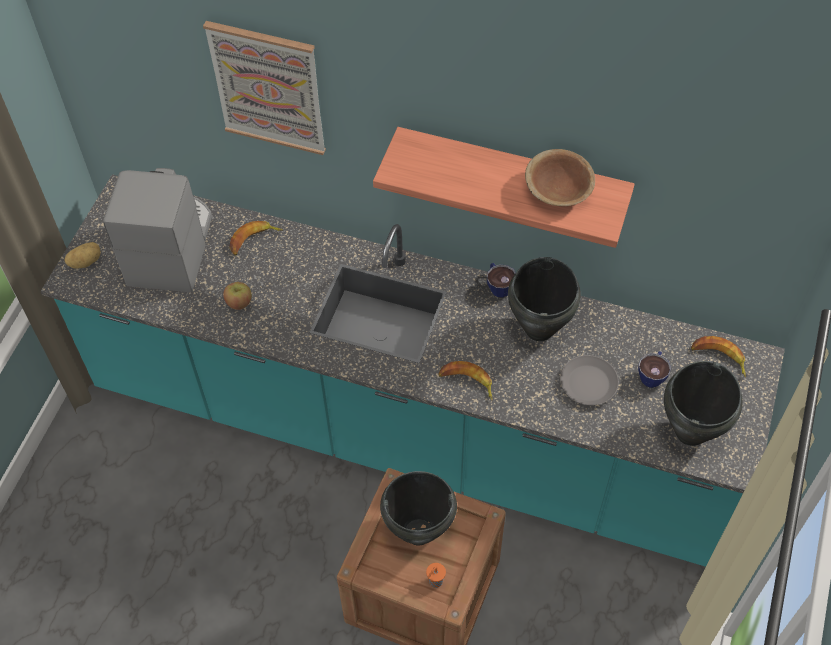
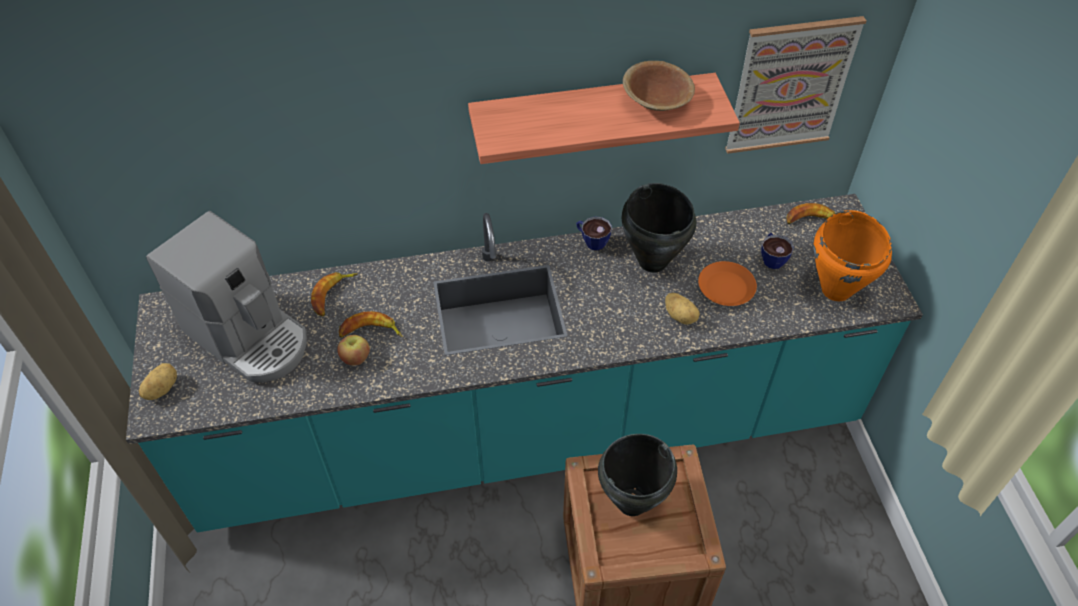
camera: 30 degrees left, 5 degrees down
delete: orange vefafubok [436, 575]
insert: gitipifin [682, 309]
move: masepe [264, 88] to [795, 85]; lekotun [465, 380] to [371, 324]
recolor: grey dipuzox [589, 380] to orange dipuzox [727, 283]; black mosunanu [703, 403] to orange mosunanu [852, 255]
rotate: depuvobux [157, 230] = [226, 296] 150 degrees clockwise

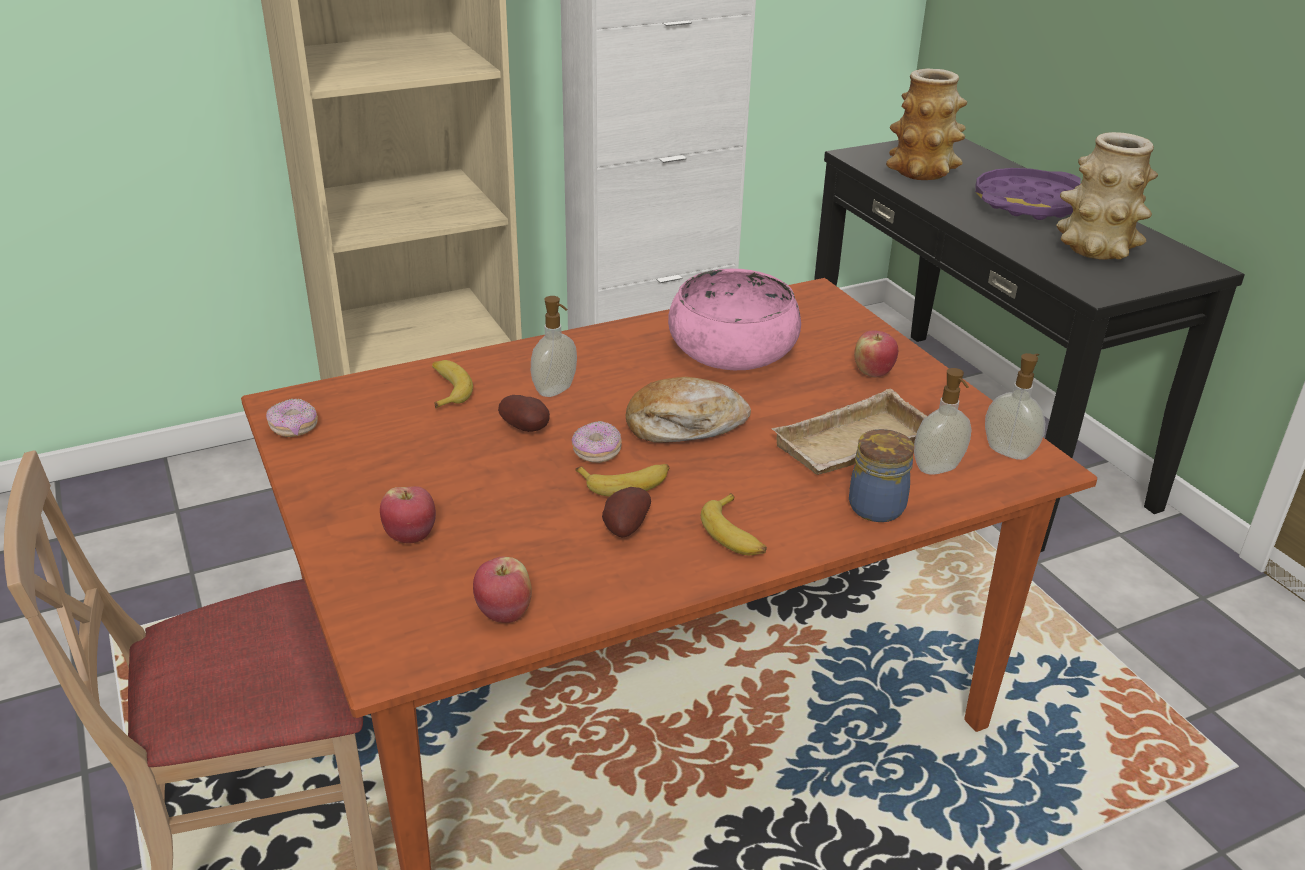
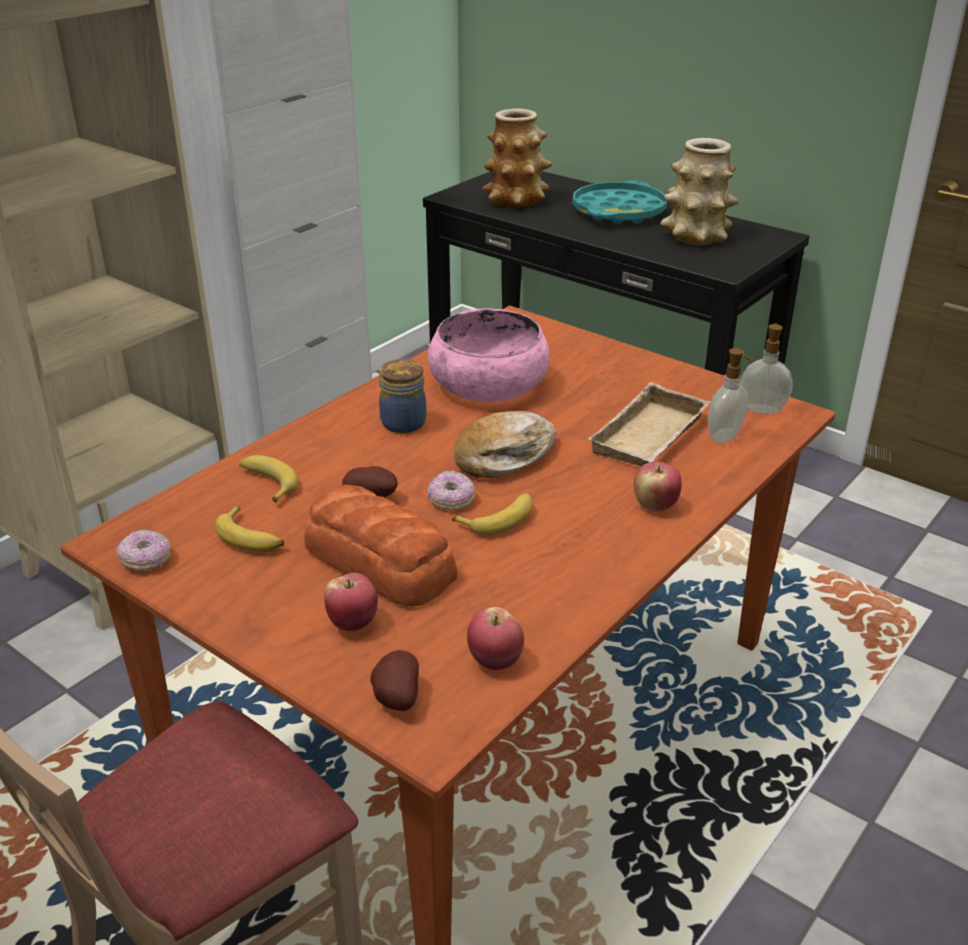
camera: 25 degrees left, 0 degrees up
delete: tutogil [554, 346]
insert: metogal [381, 545]
move: gitipifin [626, 512] to [394, 680]; lekotun [734, 524] to [249, 528]; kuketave [881, 475] to [402, 396]; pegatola [876, 353] to [657, 487]
recolor: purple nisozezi [1028, 194] to turquoise nisozezi [620, 202]

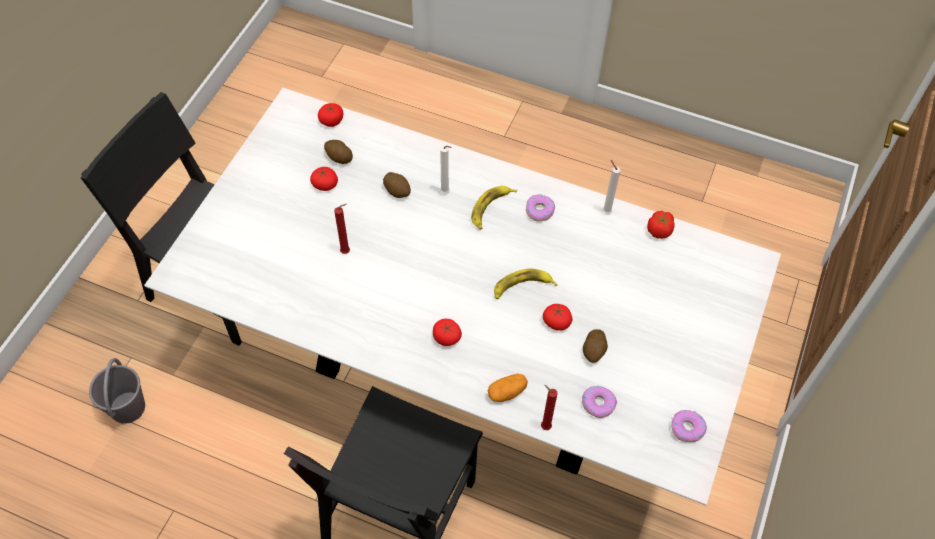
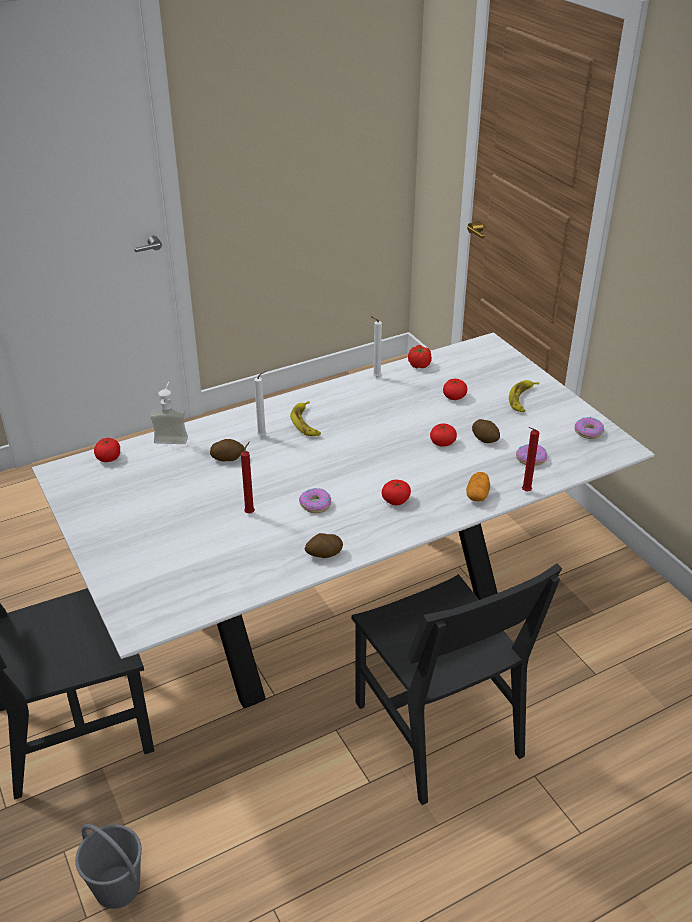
camera: 50 degrees left, 20 degrees down
insert: tutogil [169, 413]
move: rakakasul [324, 179] to [455, 389]; gitipifin [338, 152] to [323, 545]; lekotun [526, 284] to [524, 396]; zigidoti [540, 208] to [315, 500]

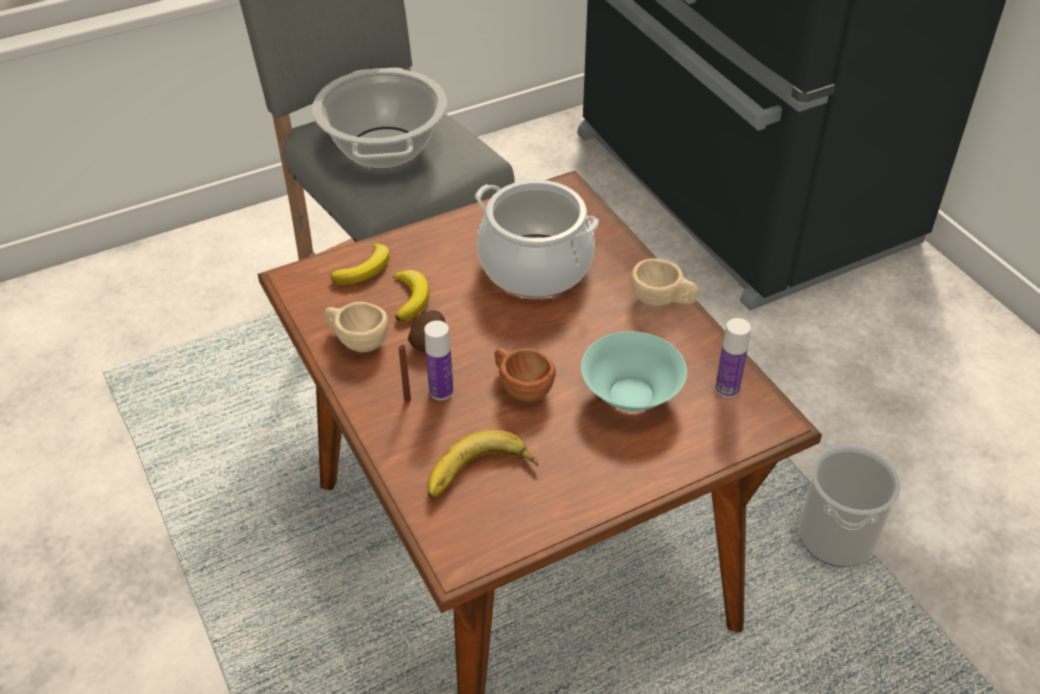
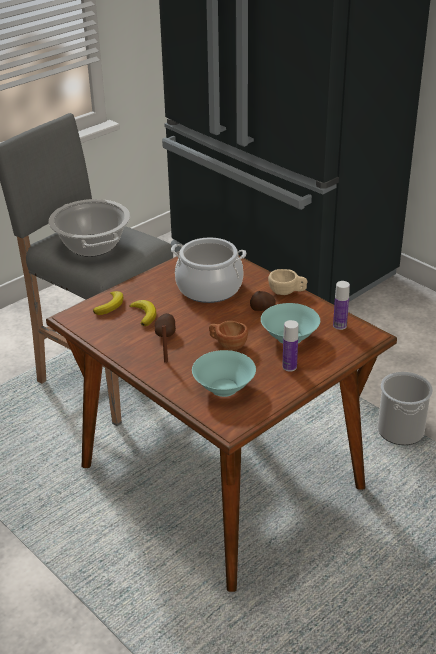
camera: 15 degrees left, 10 degrees down
delete: beige vefafubok [356, 327]
insert: gitipifin [263, 301]
move: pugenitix [438, 360] to [290, 346]
replace: lekotun [482, 464] to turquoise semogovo [224, 373]

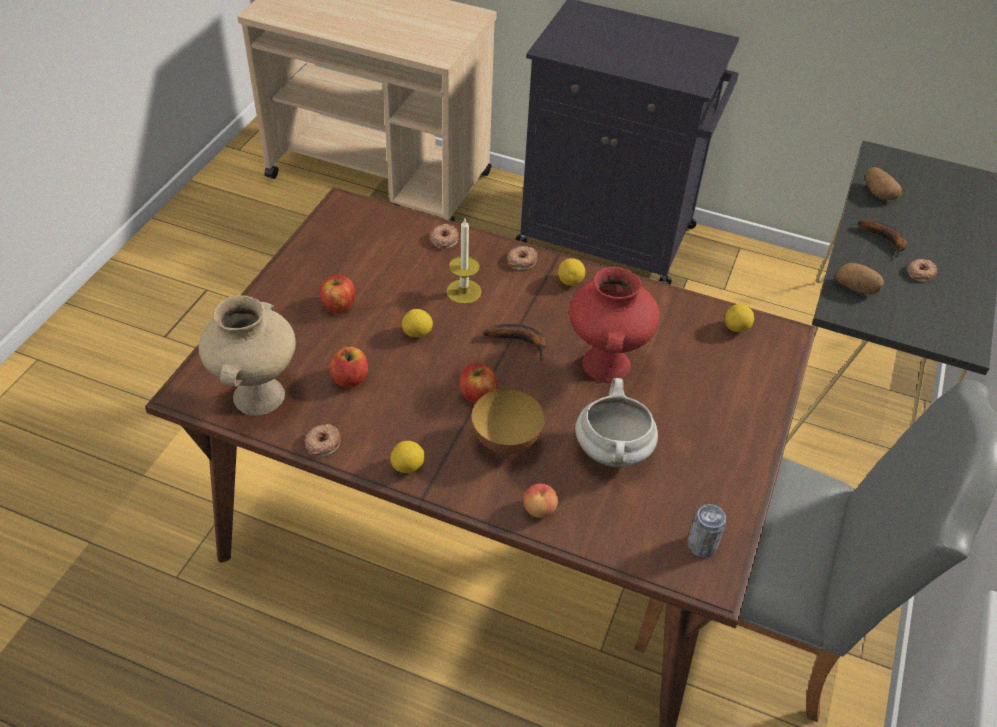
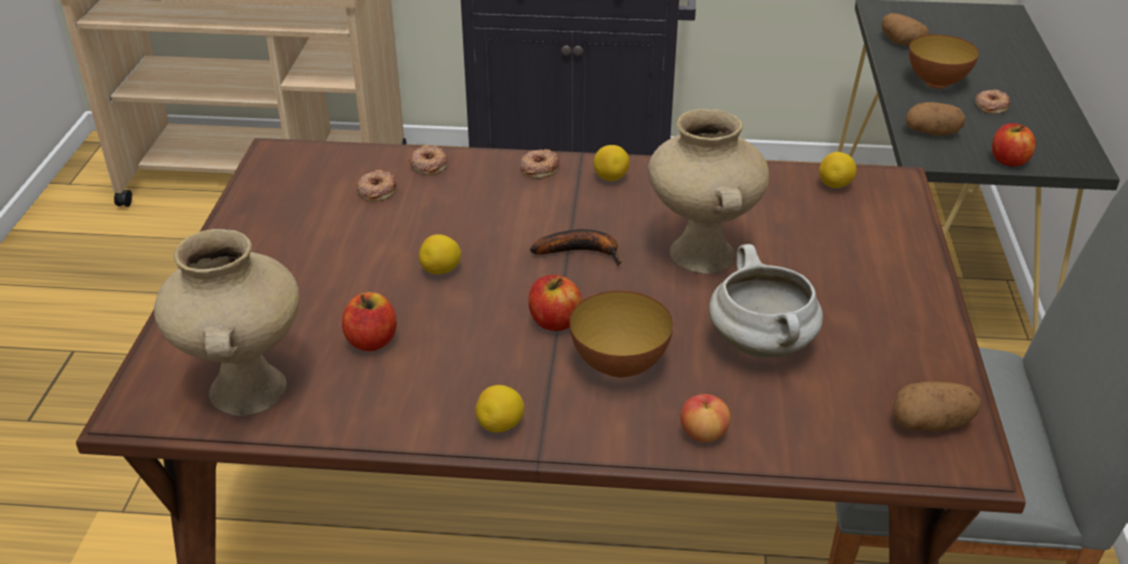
camera: 15 degrees left, 10 degrees down
delete: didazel [464, 261]
move: zigidoti [323, 440] to [376, 186]; pegatola [337, 294] to [1014, 145]
replace: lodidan [706, 531] to gitipifin [936, 407]; lekotun [882, 238] to semogovo [944, 61]
recolor: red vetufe [614, 325] to beige vetufe [708, 191]

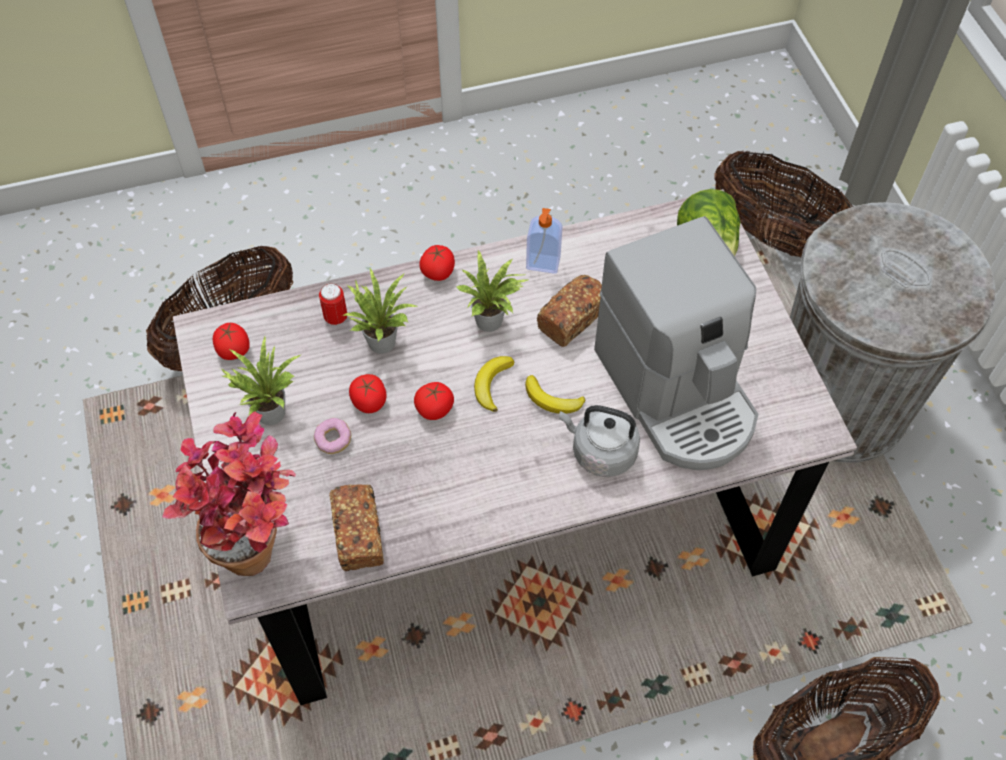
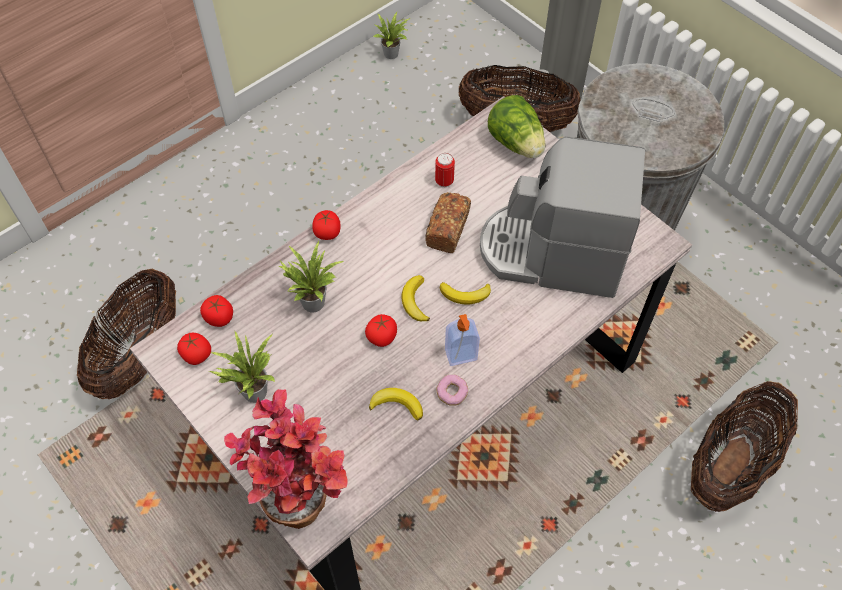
camera: 25 degrees left, 0 degrees up
delete: metogal [356, 527]; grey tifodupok [599, 441]
insert: lekotun [396, 404]
move: zigidoti [332, 436] to [452, 390]; lodidan [333, 304] to [445, 170]; rakakasul [367, 393] to [216, 311]; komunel [492, 290] to [391, 35]; tutogil [544, 241] to [462, 340]
rotate: depuvobux [676, 343] = [562, 217] 150 degrees clockwise

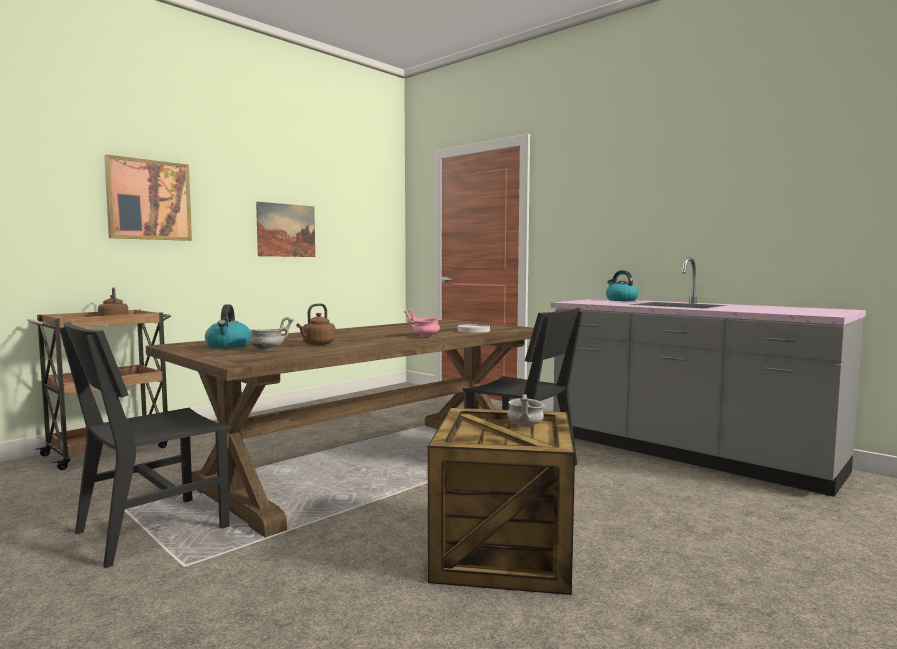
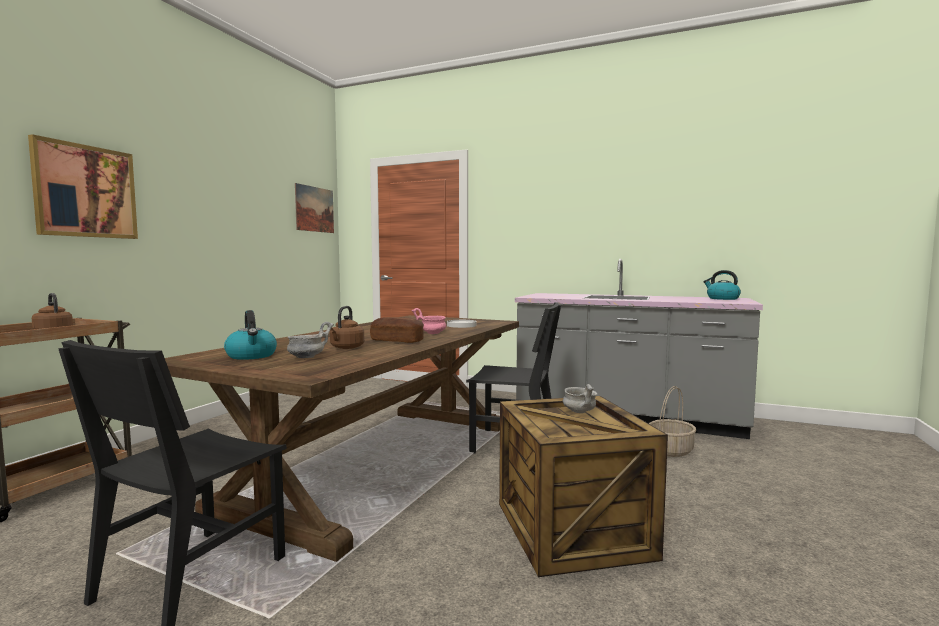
camera: 20 degrees left, 0 degrees up
insert: metogal [397, 330]; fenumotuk [672, 421]
move: masepe [285, 229] to [314, 208]; tifodupok [622, 285] to [722, 285]

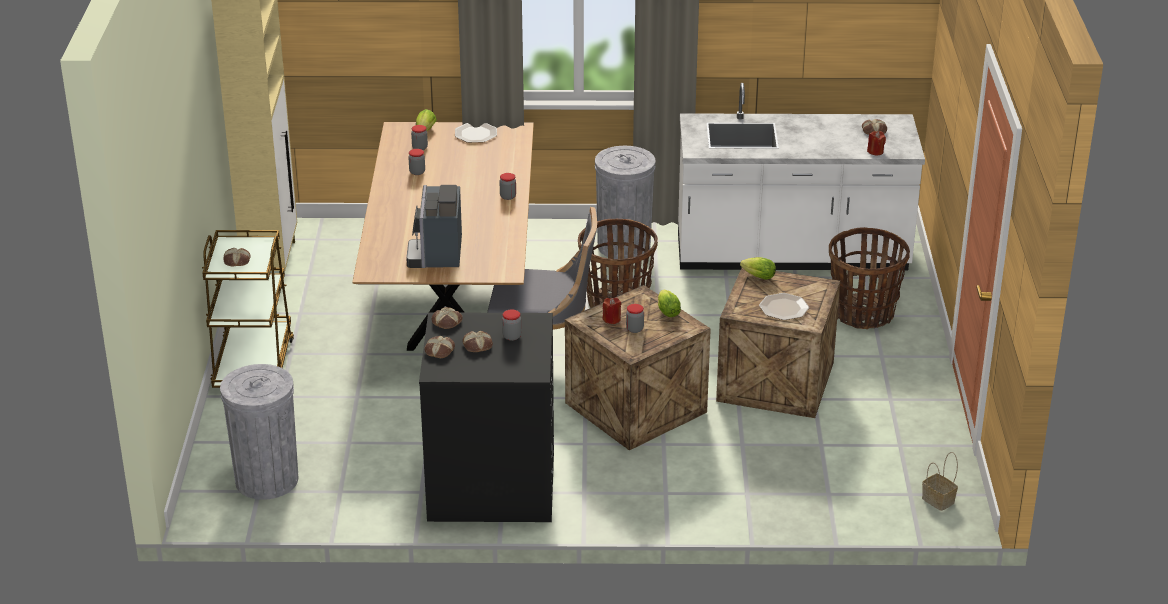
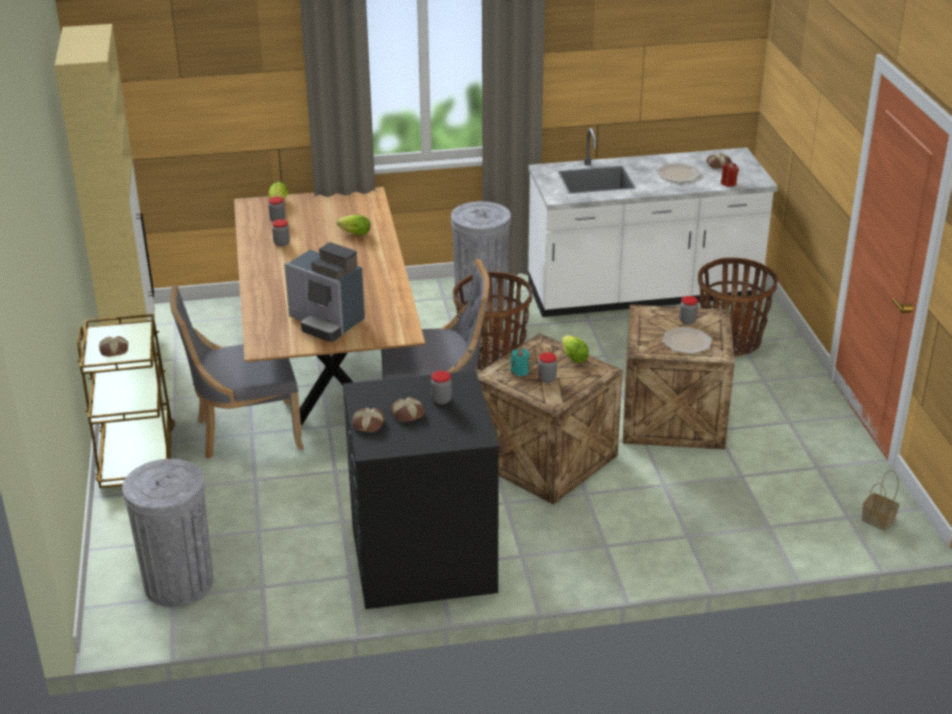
camera: 10 degrees left, 0 degrees up
delete: metogal [447, 318]
insert: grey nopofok [237, 371]
move: dipuzox [476, 133] to [678, 173]; kuketave [508, 186] to [688, 310]; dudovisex [758, 268] to [353, 225]
recolor: red didazel [611, 311] to turquoise didazel [520, 362]
rotate: depuvobux [434, 226] = [324, 292] 45 degrees counterclockwise

